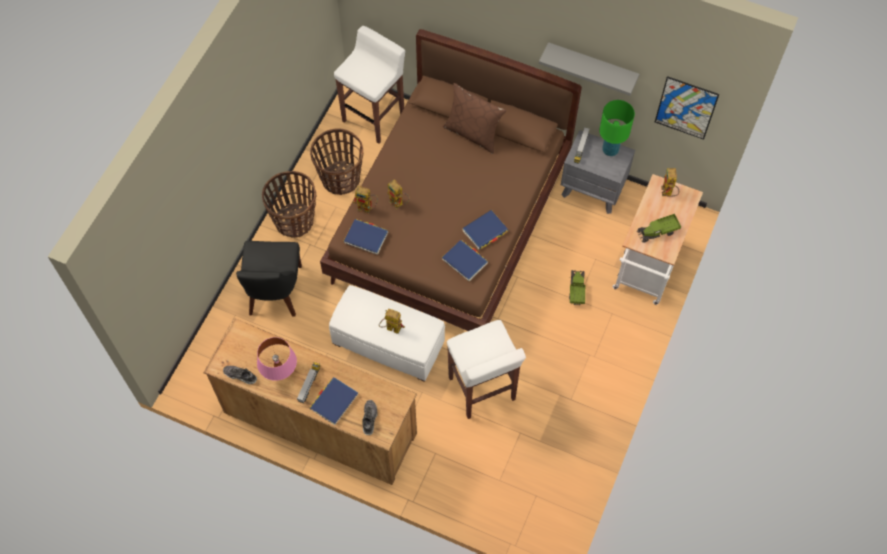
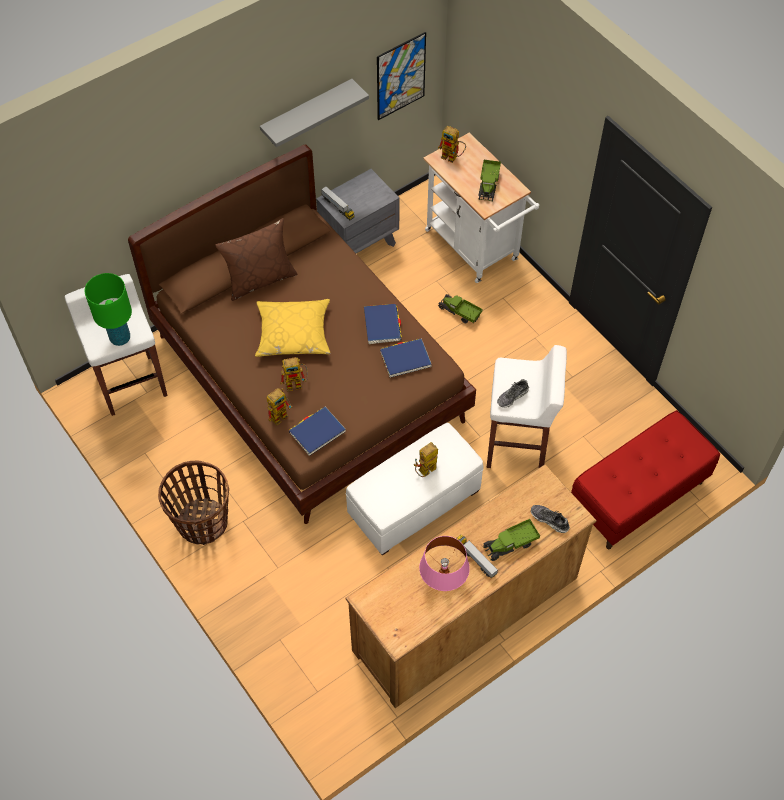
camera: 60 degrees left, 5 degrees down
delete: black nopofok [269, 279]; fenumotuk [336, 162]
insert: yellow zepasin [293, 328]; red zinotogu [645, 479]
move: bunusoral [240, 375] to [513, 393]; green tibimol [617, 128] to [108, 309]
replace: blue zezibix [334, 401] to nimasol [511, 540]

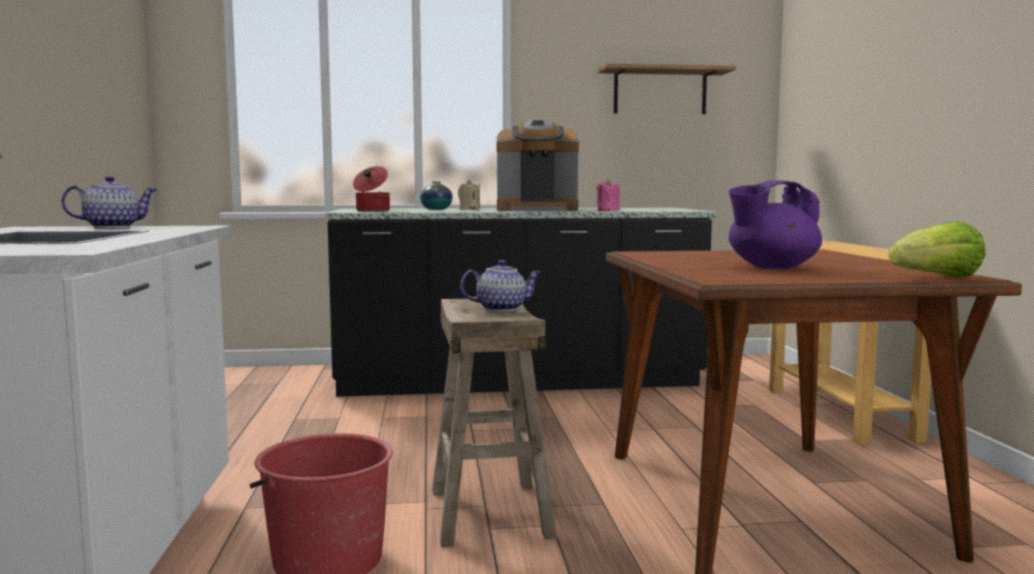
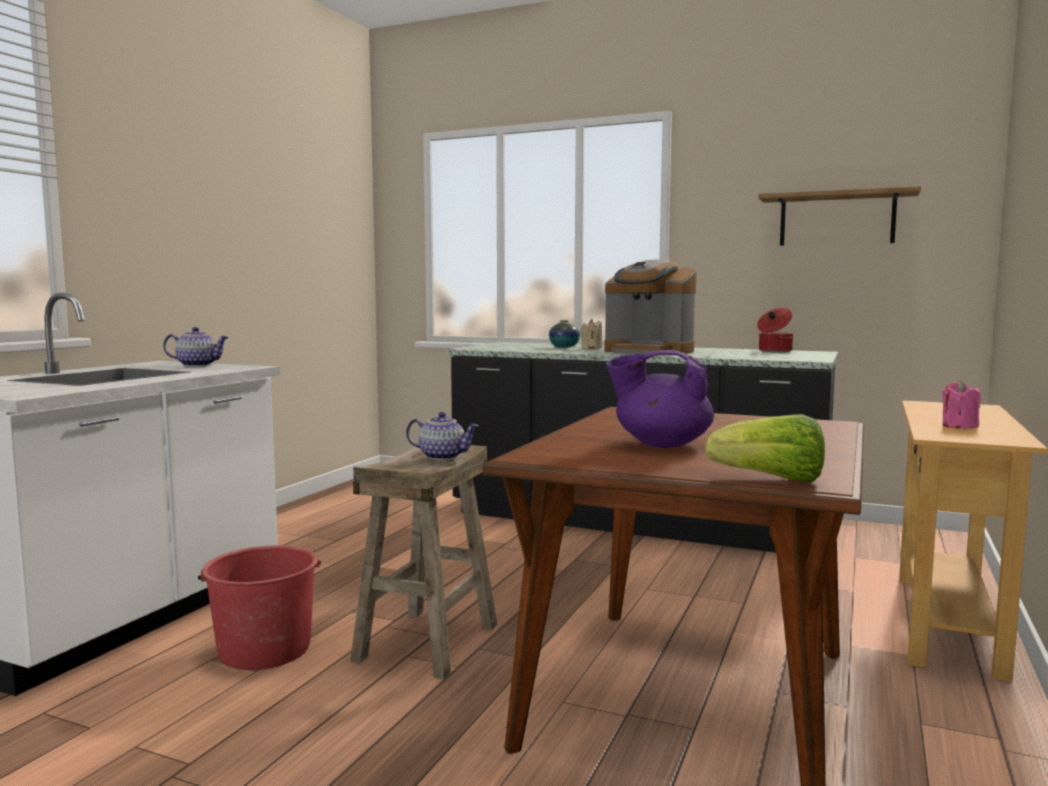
camera: 30 degrees right, 0 degrees up
move: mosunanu [371, 189] to [775, 330]; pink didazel [608, 195] to [961, 404]

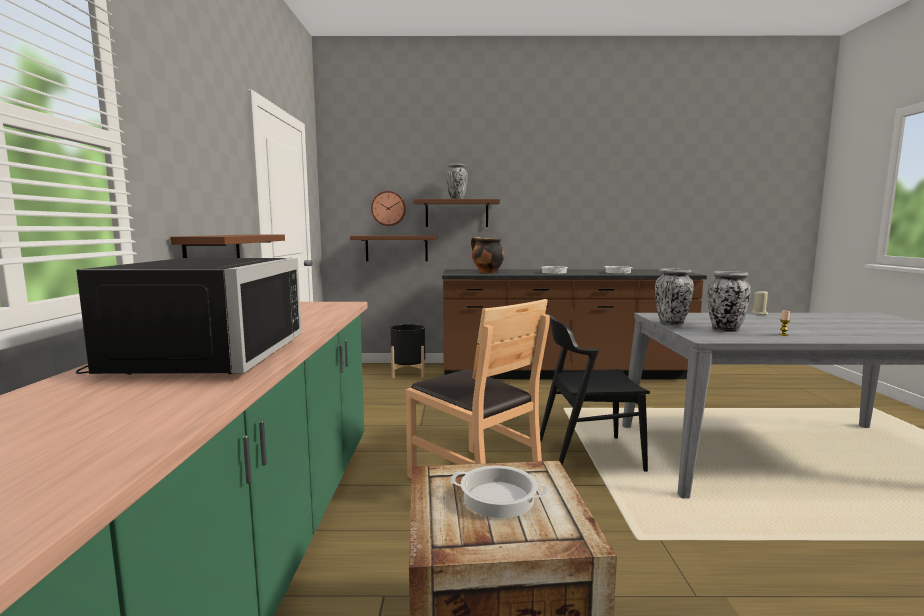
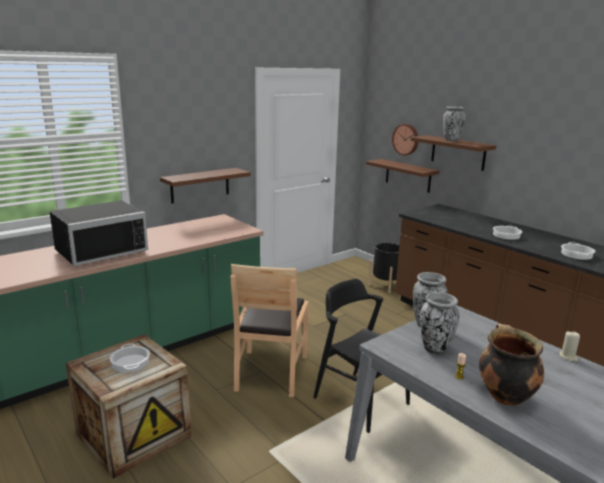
camera: 50 degrees right, 10 degrees up
move: mosunanu [487, 255] to [511, 365]

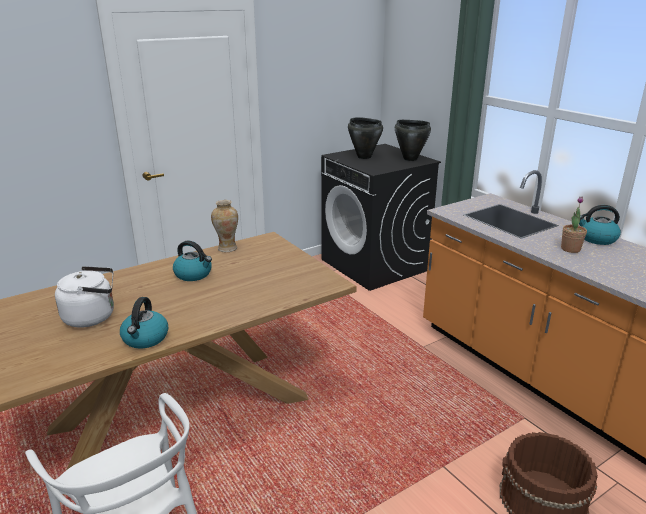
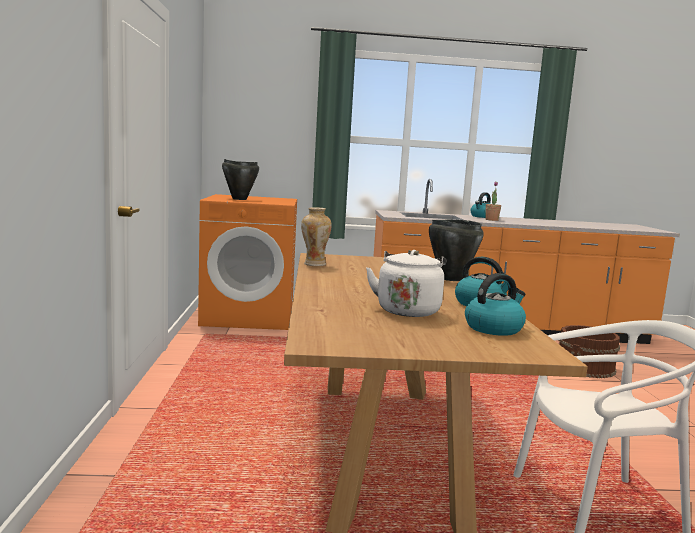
camera: 60 degrees left, 15 degrees down
move: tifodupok [192, 261] to [495, 304]; black mosunanu [413, 140] to [456, 250]
recolor: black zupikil [381, 217] to orange zupikil [247, 262]

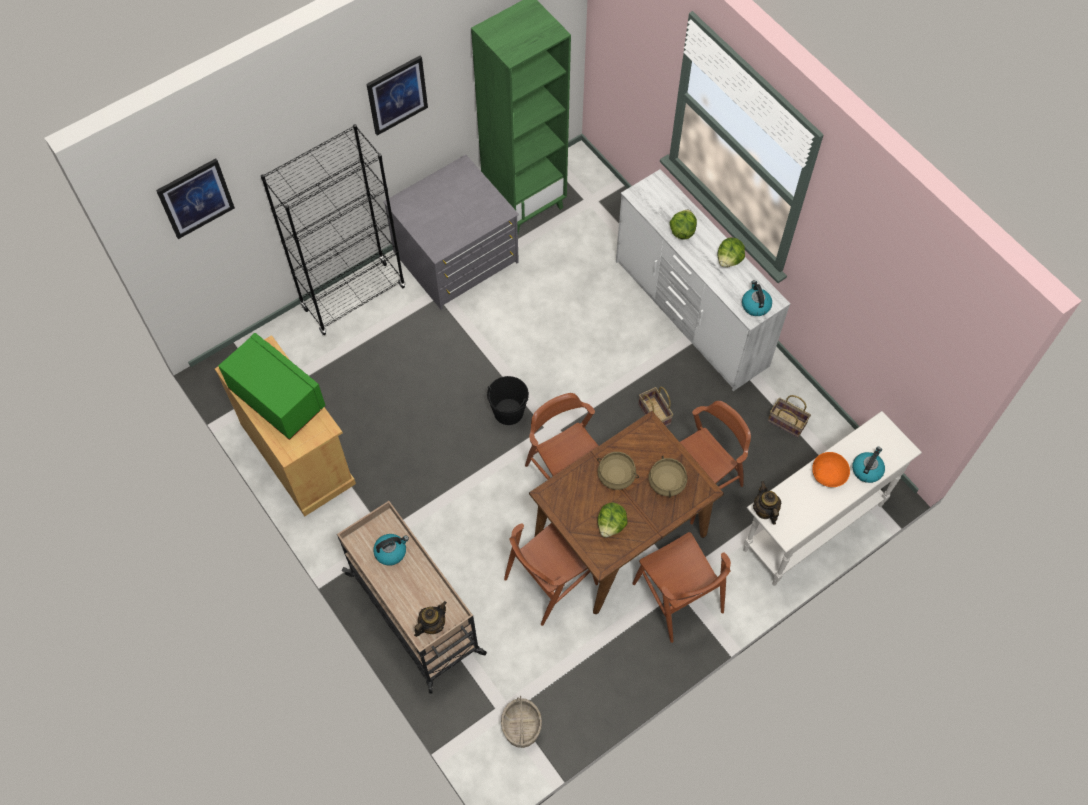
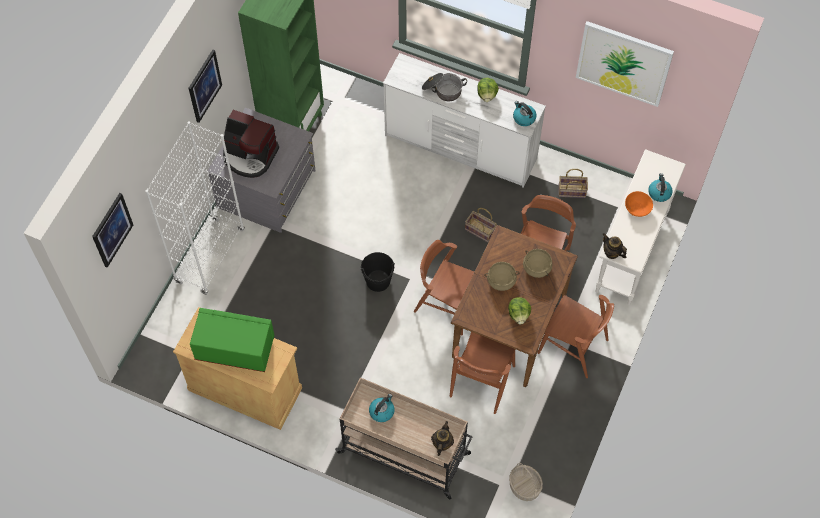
camera: 30 degrees left, 0 degrees up
insert: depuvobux [251, 144]; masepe [625, 64]
replace: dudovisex [683, 224] to mosunanu [444, 87]
recolor: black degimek [333, 229] to white degimek [195, 208]

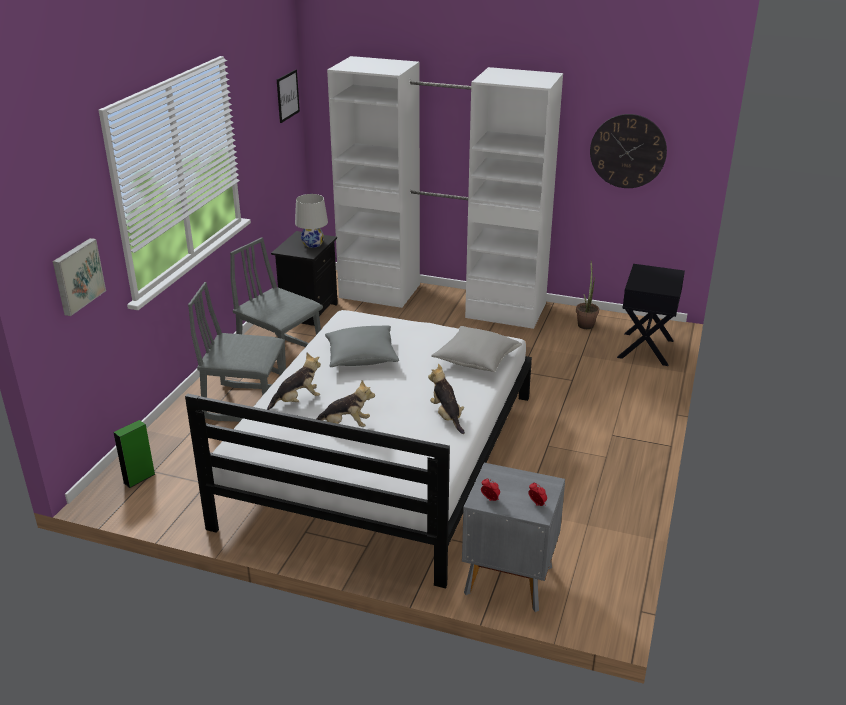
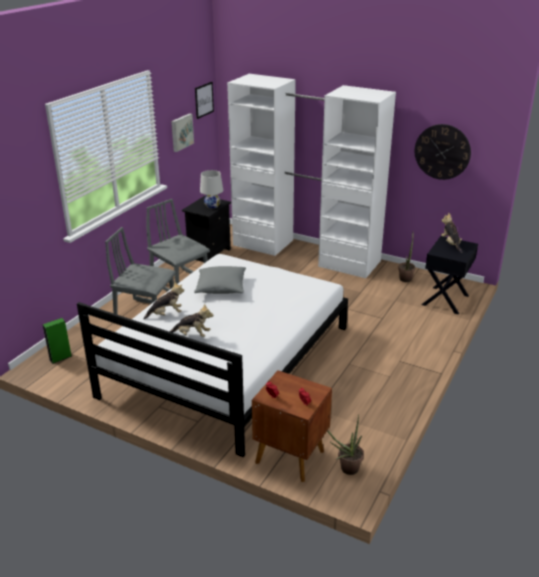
camera: 10 degrees right, 0 degrees up
delete: grey zepasin [476, 349]
insert: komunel [345, 445]
move: masepe [79, 277] to [182, 132]; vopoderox [446, 399] to [451, 233]
recolor: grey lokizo [513, 537] to brown lokizo [292, 426]

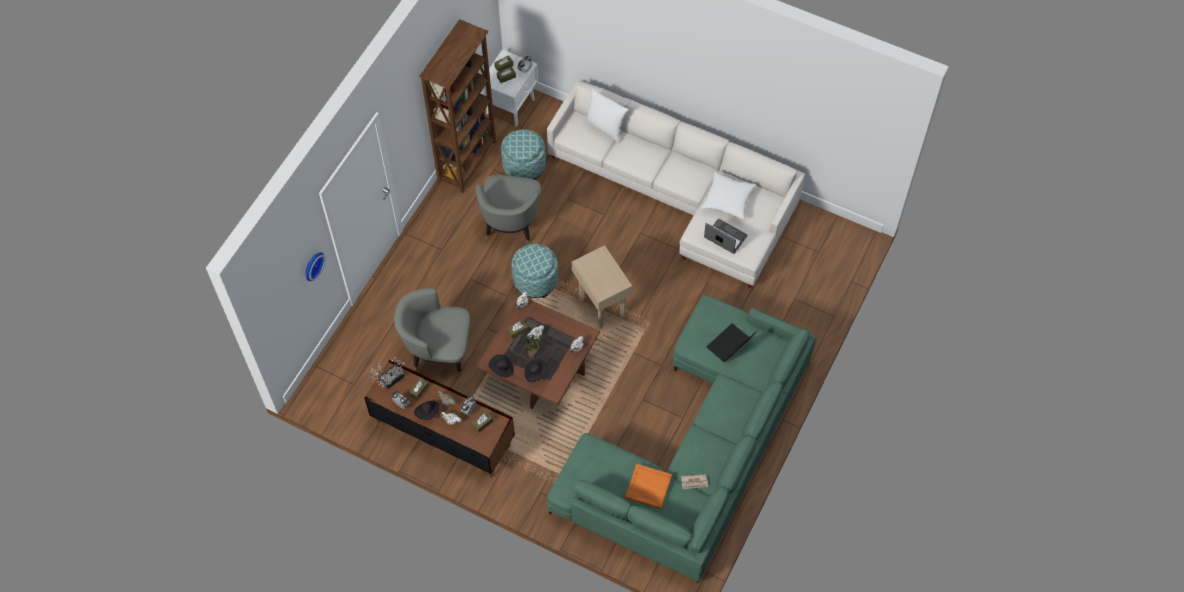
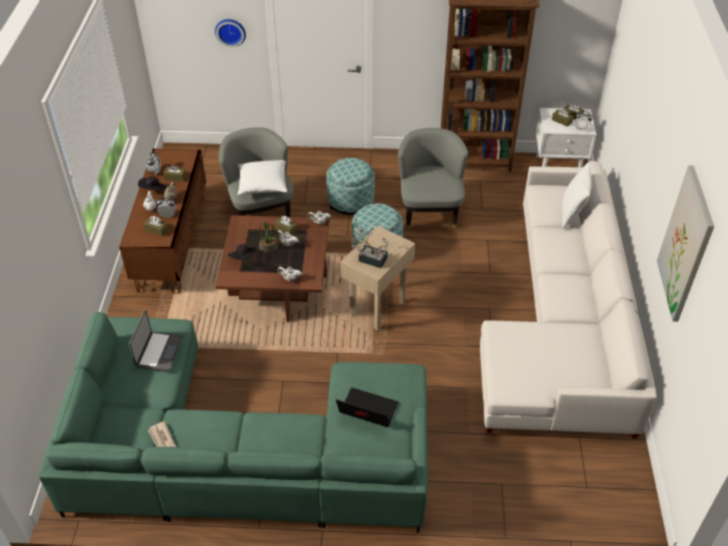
camera: 65 degrees right, 15 degrees down
delete: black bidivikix [501, 365]; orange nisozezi [648, 486]
insert: masepe [685, 243]
move: komunel [388, 373] to [371, 246]; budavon [523, 154] to [350, 186]; white zepasin [728, 196] to [262, 177]; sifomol [725, 236] to [156, 341]
rotate: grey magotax [508, 209] = [433, 178] 105 degrees clockwise

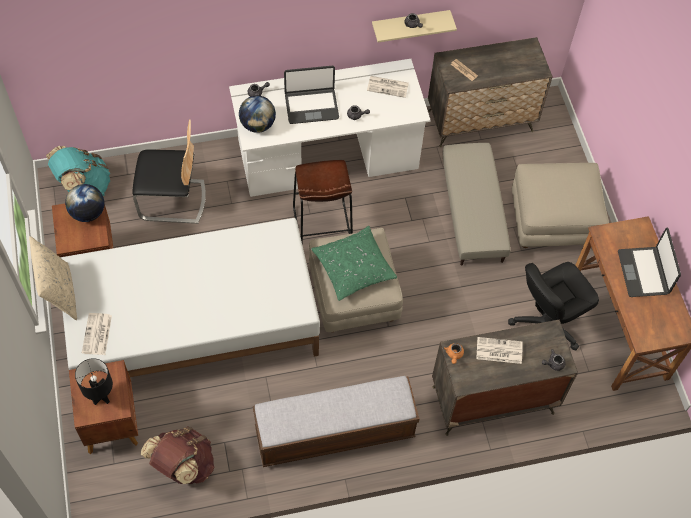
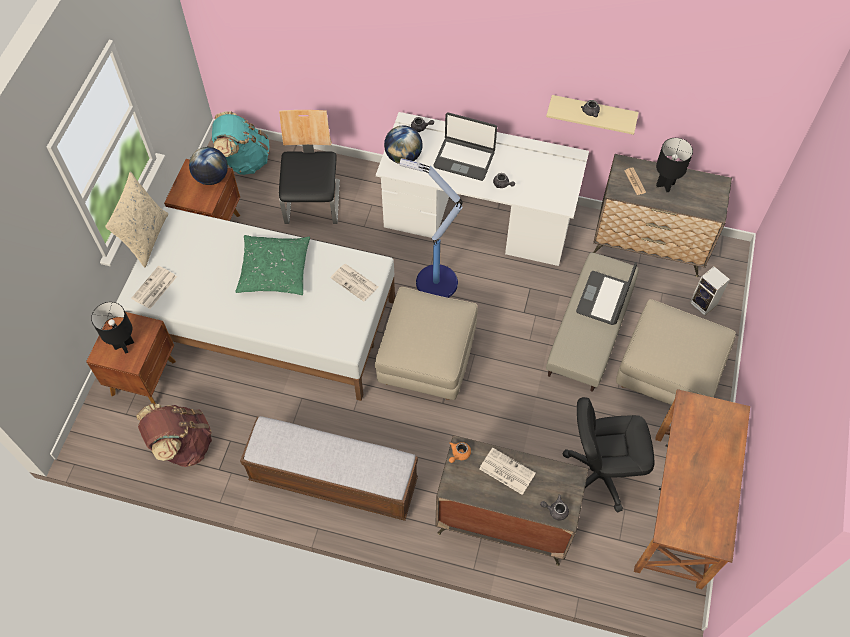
camera: 30 degrees right, 0 degrees up
insert: black tibimol [674, 165]; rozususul [710, 291]
move: green zepasin [354, 263] to [273, 265]; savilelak [388, 87] to [354, 283]; sifomol [649, 262] to [606, 293]
replace: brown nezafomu [323, 202] to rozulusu [430, 228]
rotate: nopofok [169, 171] = [309, 167] 120 degrees counterclockwise

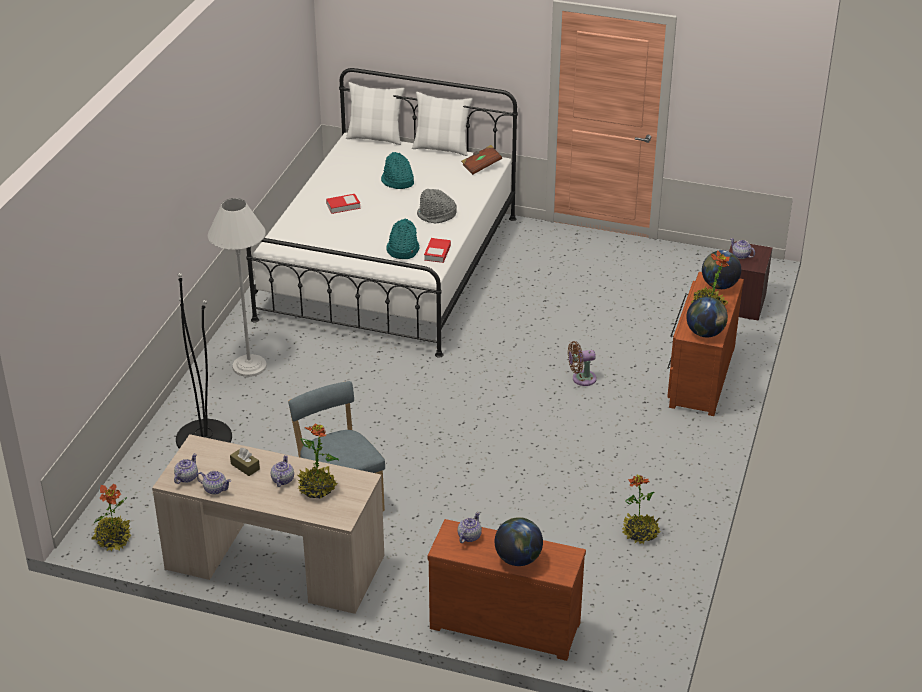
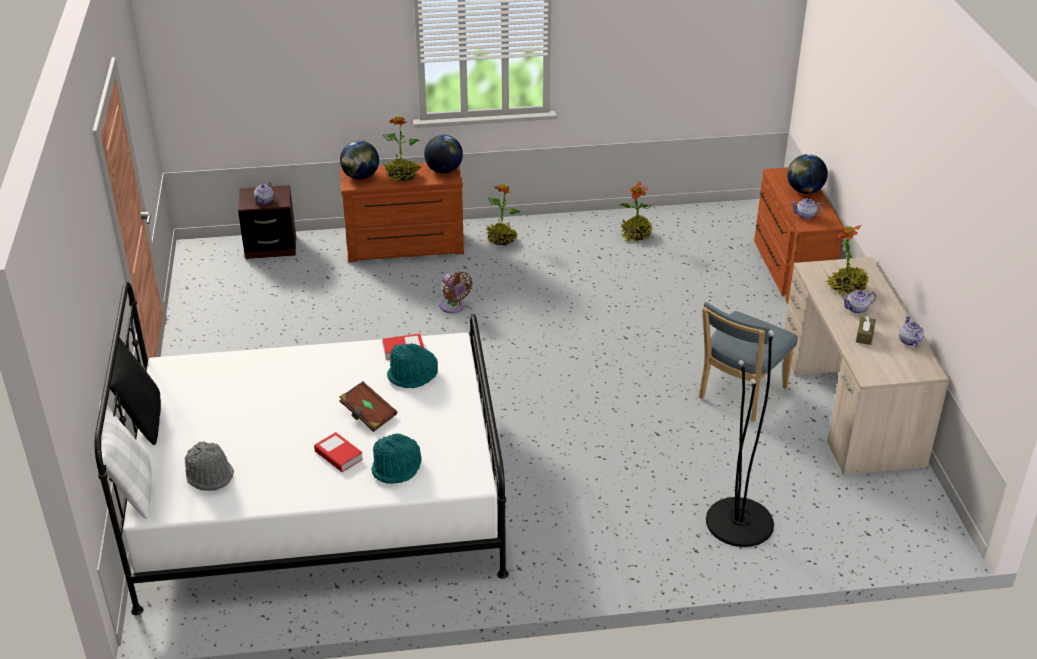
camera: 115 degrees left, 0 degrees up
delete: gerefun [186, 468]; white rozulusu [237, 287]
move: komunel [112, 517] to [503, 214]; turquoise bidivikix [397, 170] to [396, 458]; grey bidivikix [437, 206] to [209, 466]; brown zezibix [481, 160] to [368, 406]
recolor: white zepasin [442, 124] to black zepasin [135, 391]

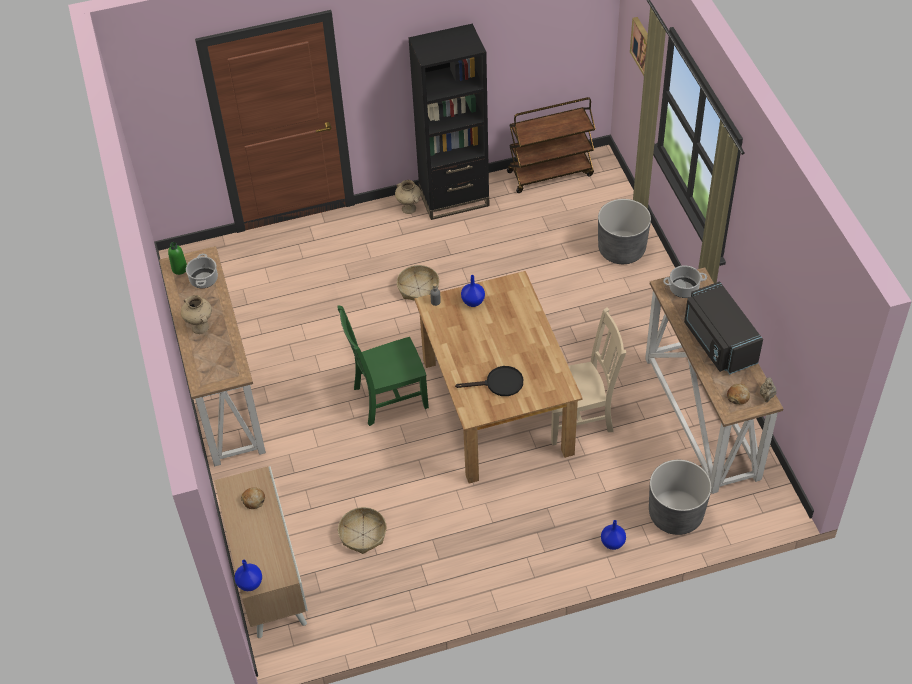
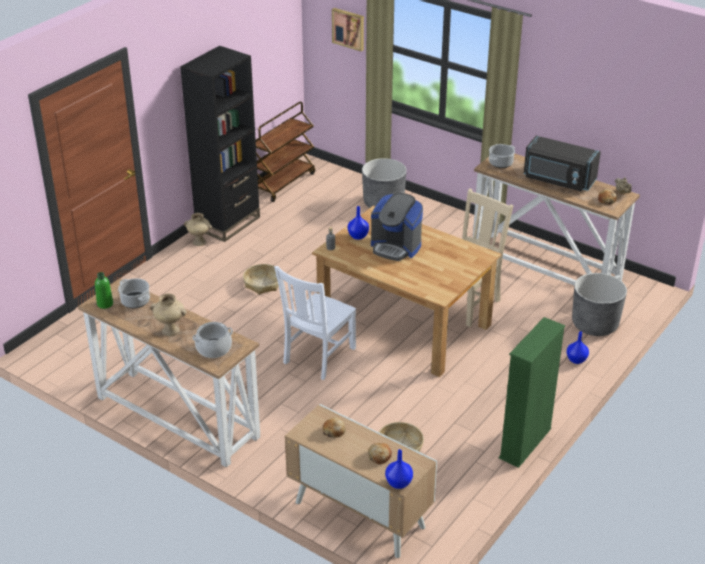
camera: 40 degrees left, 15 degrees down
delete: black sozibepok [489, 381]
insert: mosunanu [212, 340]; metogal [380, 453]; depuvobux [397, 227]; green degimek [532, 392]
recolor: green nopofok [383, 366] to white nopofok [315, 323]

